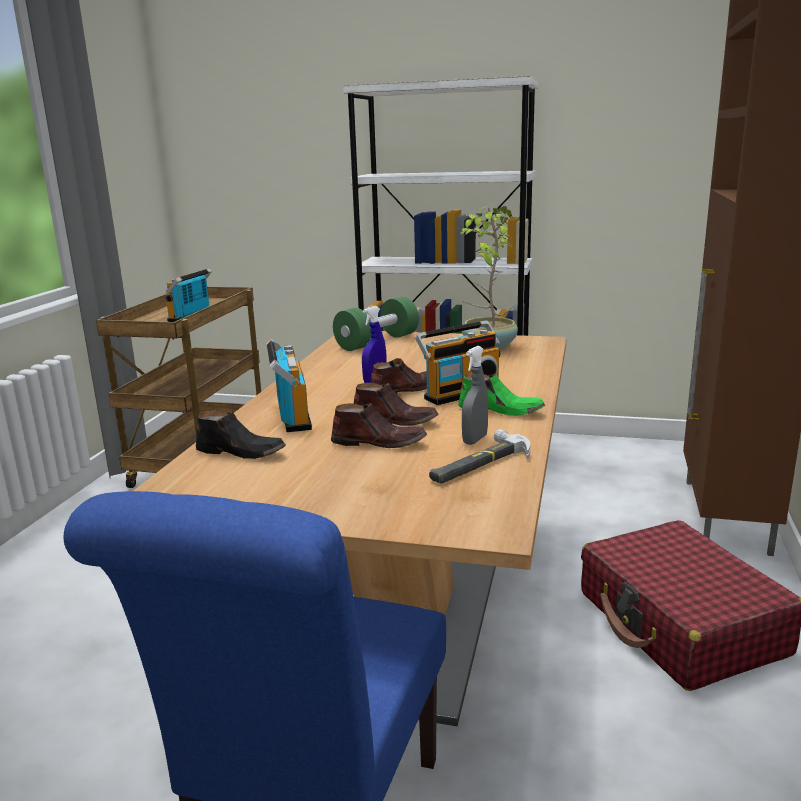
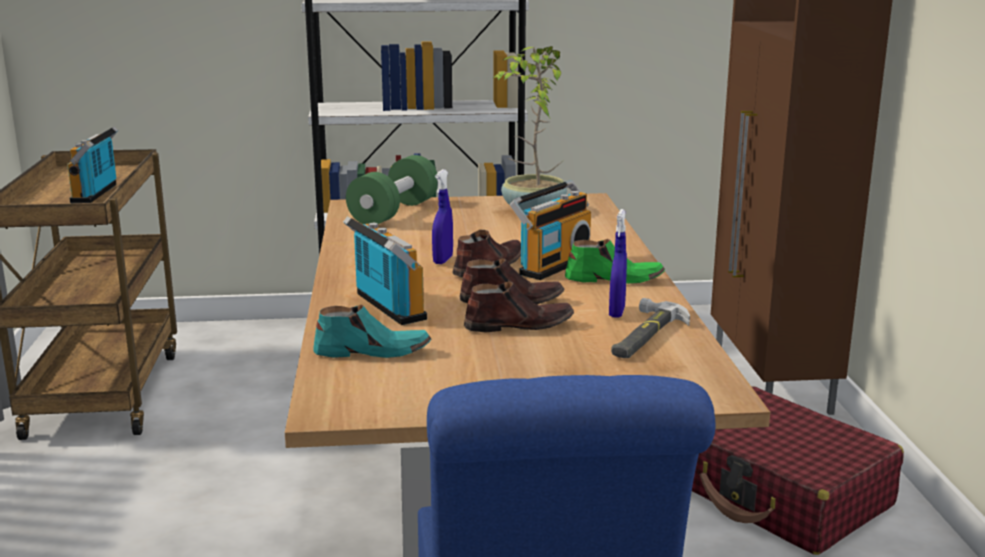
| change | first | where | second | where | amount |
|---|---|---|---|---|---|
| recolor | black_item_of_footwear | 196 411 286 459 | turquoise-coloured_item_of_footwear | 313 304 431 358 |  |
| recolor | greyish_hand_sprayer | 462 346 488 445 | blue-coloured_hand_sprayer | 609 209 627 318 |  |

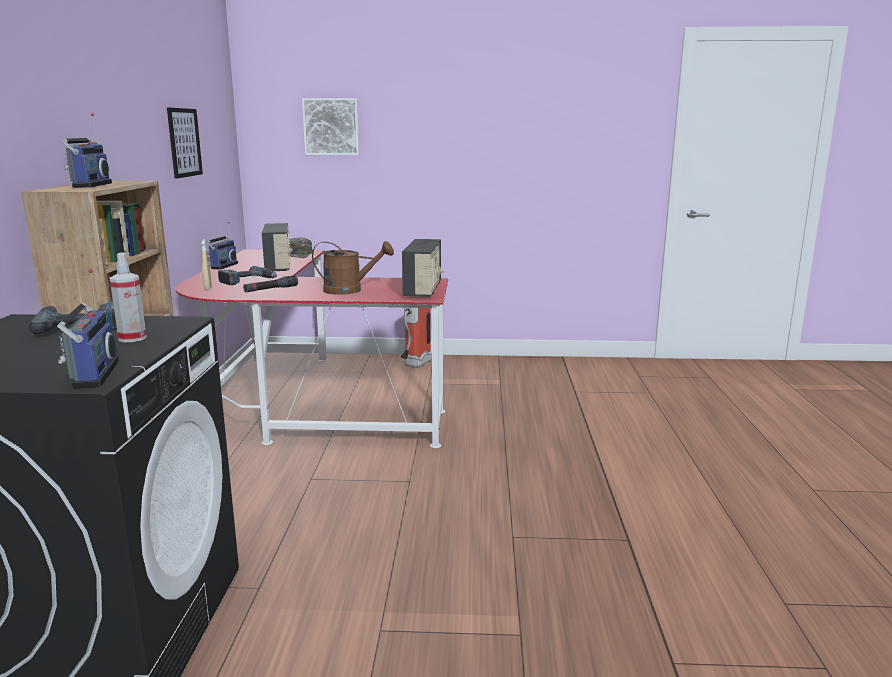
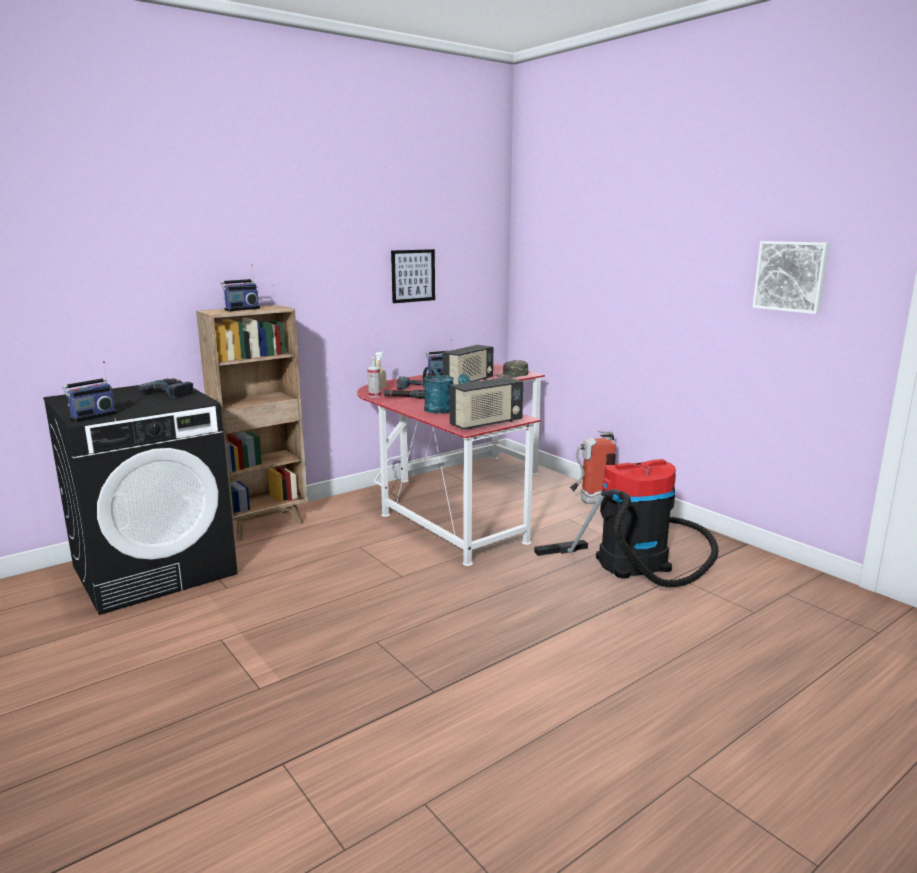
| change | first | where | second | where | amount |
|---|---|---|---|---|---|
| insert |  |  | hoover | 534 459 719 587 |  |
| move | hand_sprayer | 109 253 147 342 |  | 368 357 381 398 |  |
| move | wall_art | 302 98 360 155 |  | 752 241 830 314 |  |
| recolor | brown-coloured_watering_can | 312 241 394 295 | turquoise-coloured_watering_can | 423 367 470 414 |  |

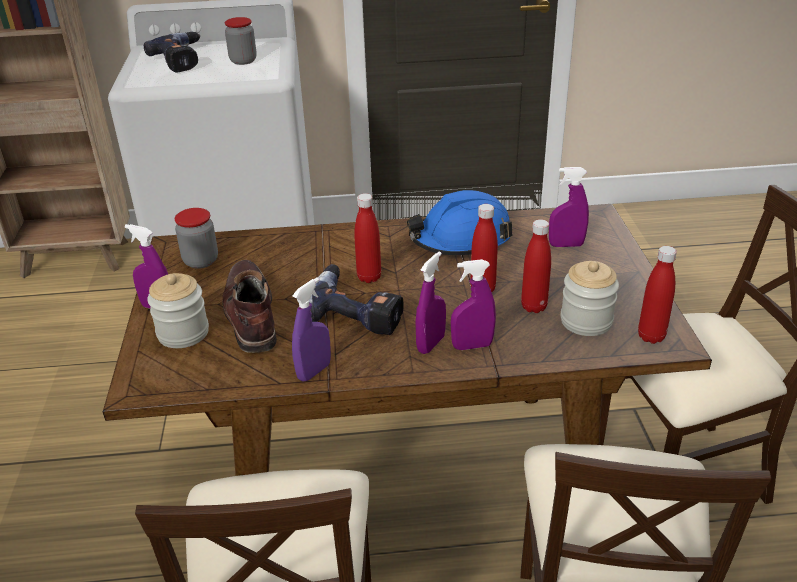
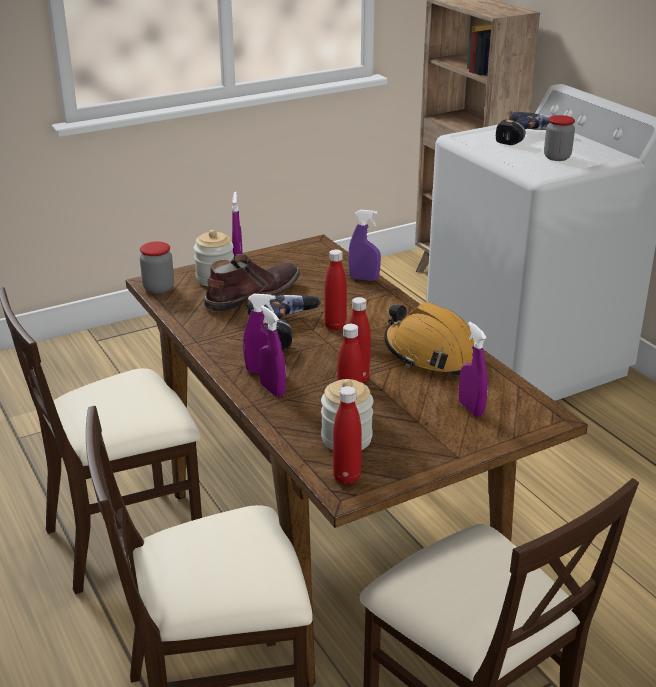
| change | first | where | second | where | amount |
|---|---|---|---|---|---|
| move | jar | 175 208 218 269 |  | 140 241 174 294 |  |
| move | purple-coloured_hand_sprayer | 292 278 331 382 |  | 348 210 381 281 |  |
| recolor | blue-coloured_work_helmet | 407 190 512 255 | orangey_work_helmet | 384 302 474 376 |  |

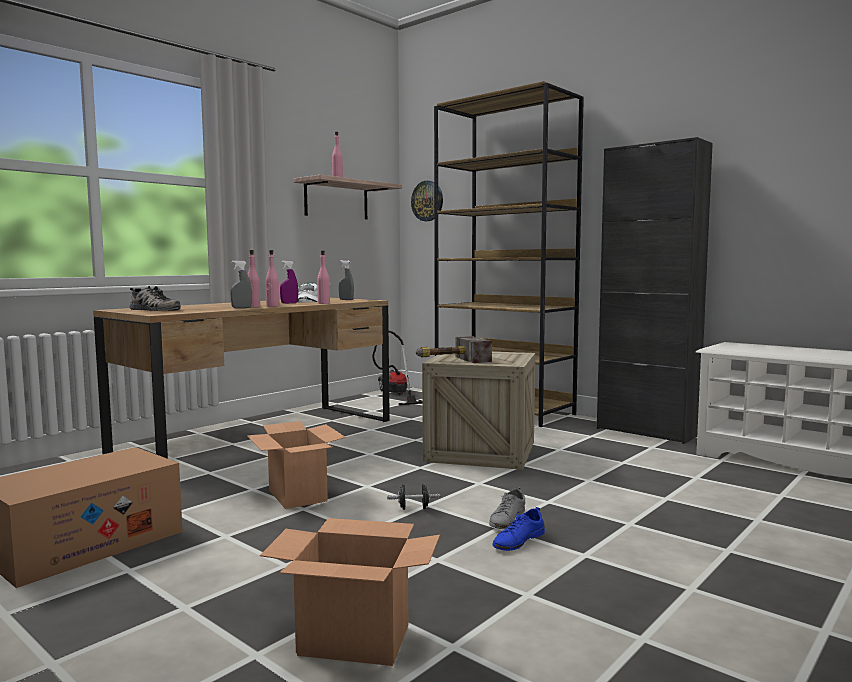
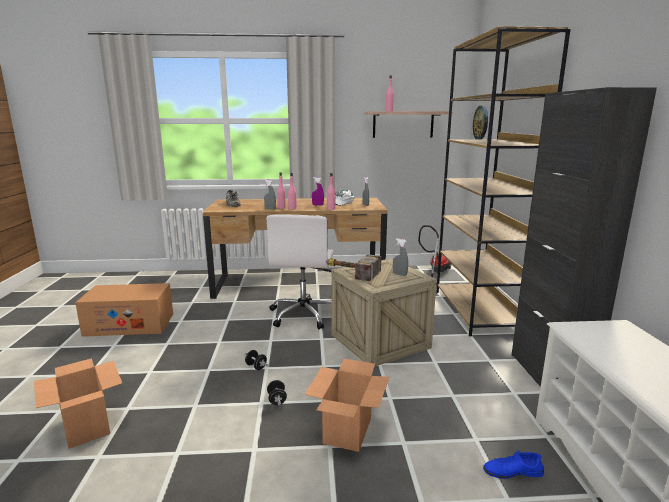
| change | first | where | second | where | amount |
|---|---|---|---|---|---|
| insert |  |  | white_office_chair | 266 214 334 330 |  |
| insert |  |  | greyish_hand_sprayer | 393 238 408 276 |  |
| move | carton | 247 421 346 509 |  | 304 359 389 452 |  |
| move | blue-coloured_item_of_footwear | 492 507 545 551 |  | 483 450 544 479 |  |
| replace | greyish_item_of_footwear | 489 487 525 529 | black_free_weight | 267 380 287 405 |  |

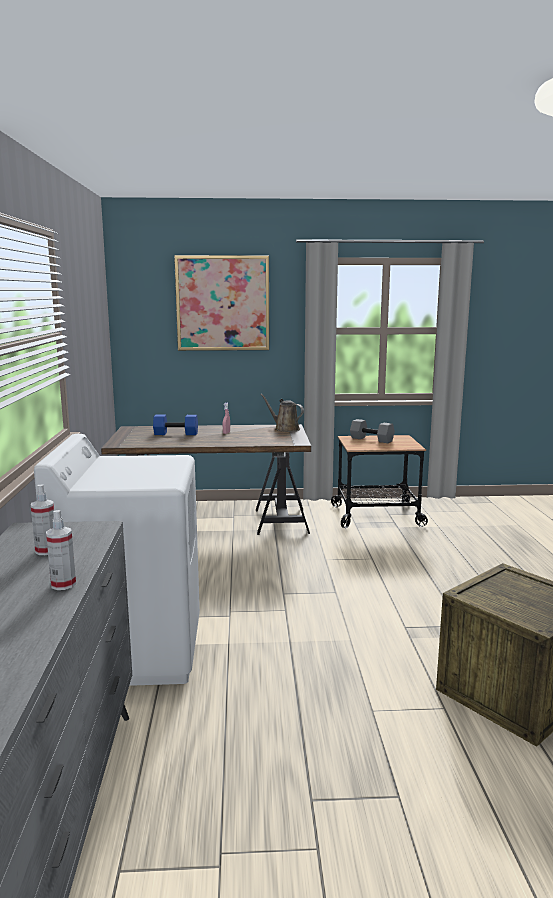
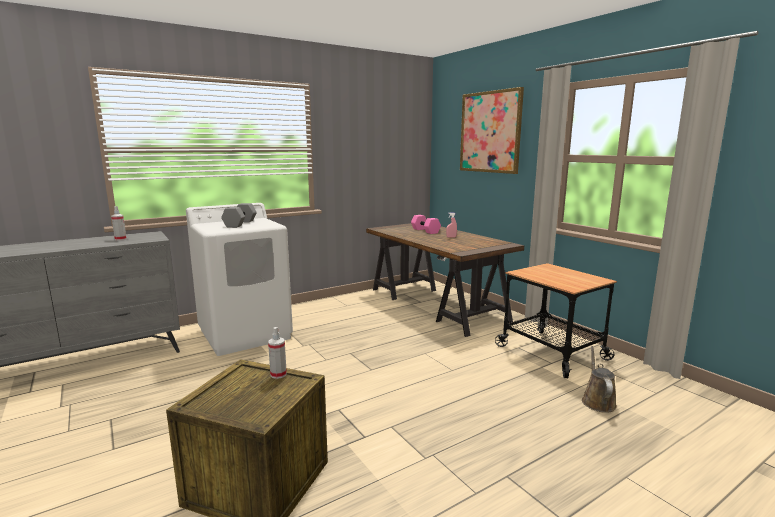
| change | first | where | second | where | amount |
|---|---|---|---|---|---|
| move | hand_sprayer | 46 510 76 590 |  | 268 327 287 379 |  |
| move | brown-coloured_watering_can | 260 394 304 432 |  | 582 346 617 413 |  |
| move | greyish_free_weight | 350 419 395 443 |  | 221 203 257 228 |  |
| recolor | blue-coloured_free_weight | 153 415 198 435 | pinkish_free_weight | 411 215 441 234 |  |

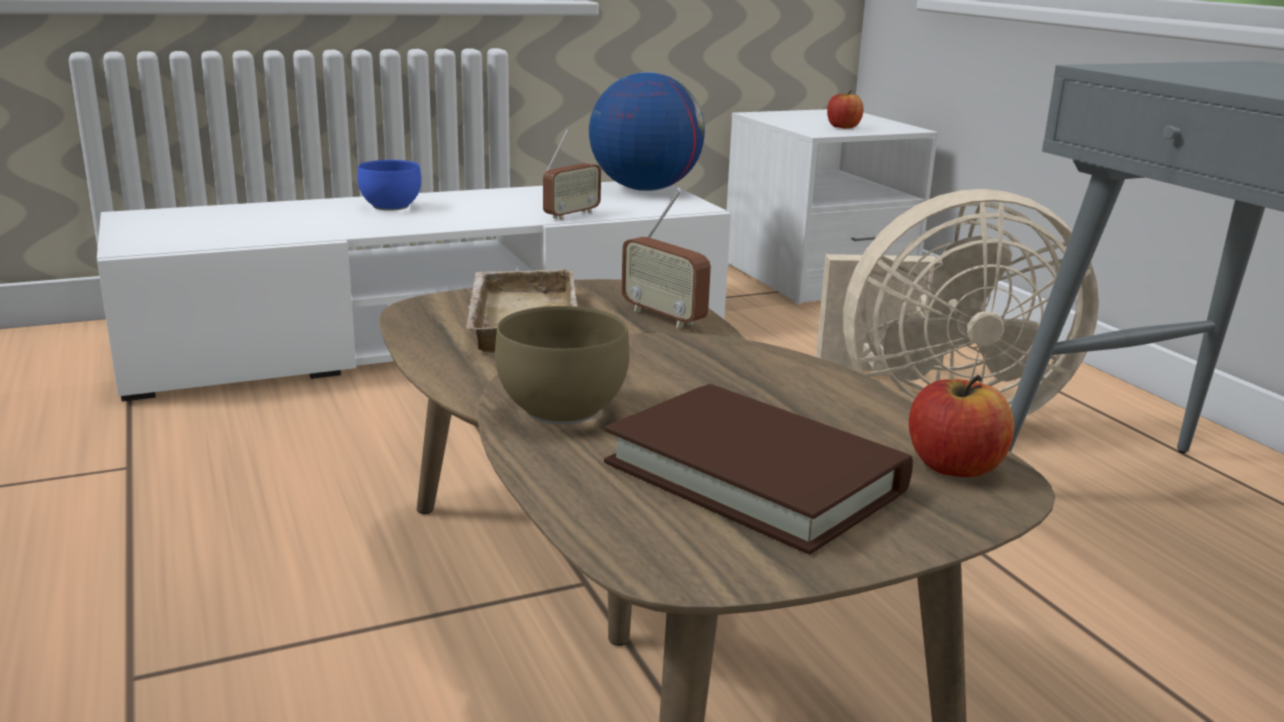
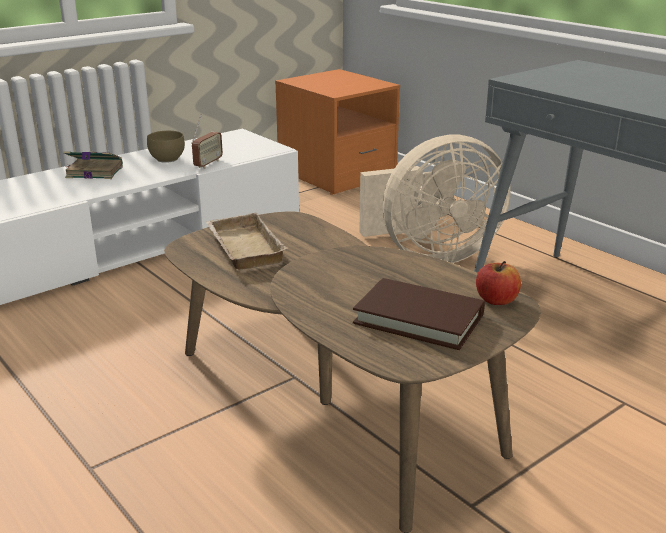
| change | first | where | second | where | amount |
|---|---|---|---|---|---|
| delete | desk_globe | 589 72 705 191 |  |  |  |
| delete | radio_set | 621 190 711 328 |  |  |  |
| delete | apple_fruit | 827 90 864 129 |  |  |  |
| move | brown-coloured_bowl | 495 306 630 424 |  | 147 131 185 163 |  |
| replace | blue-coloured_bowl | 358 160 421 211 | volume | 63 151 123 179 |  |
| recolor | white_bedside_table | 727 109 938 304 | orangey_bedside_table | 275 69 400 195 |  |

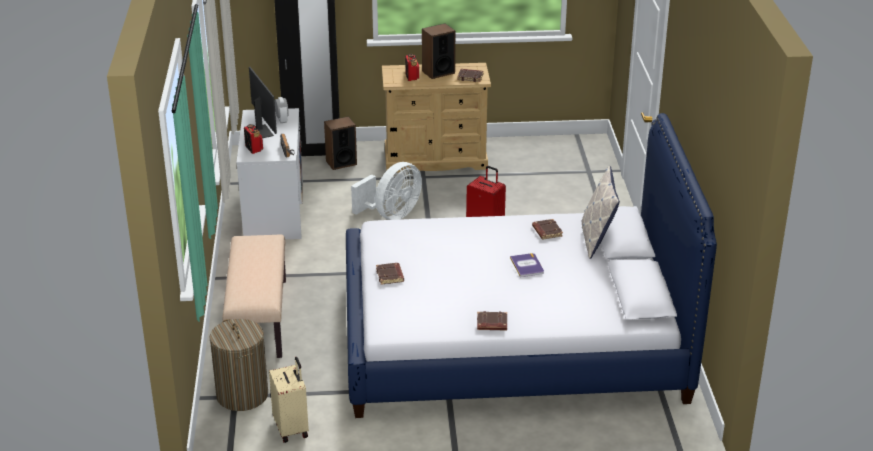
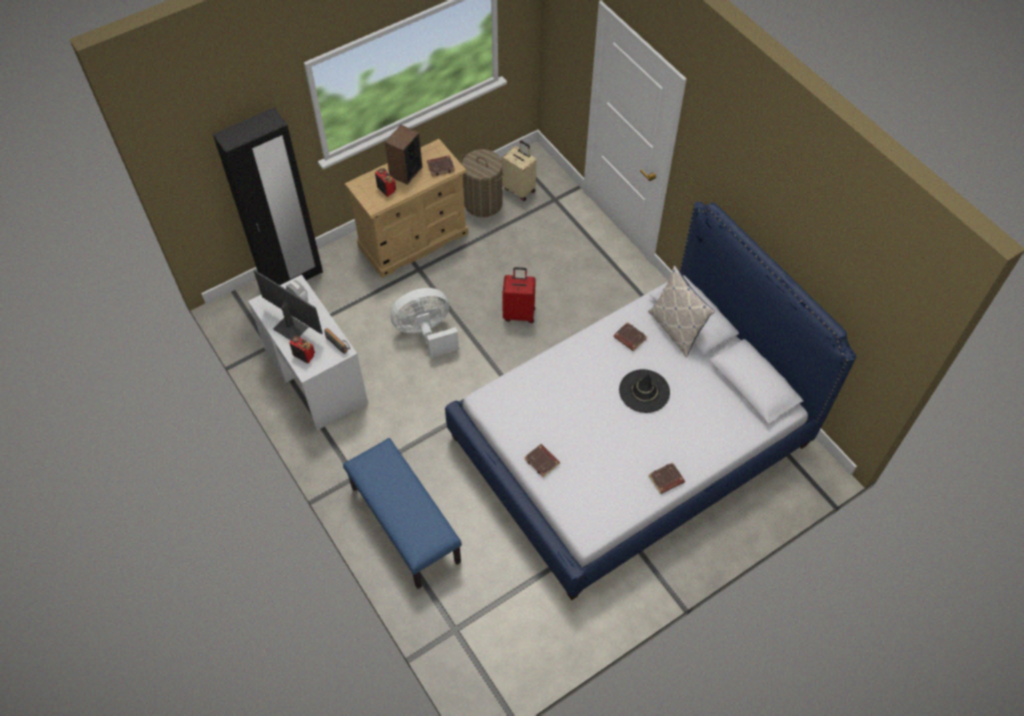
| change | first | where | second | where | amount |
|---|---|---|---|---|---|
| delete | loudspeaker | 324 116 357 170 |  |  |  |
| move | washing_basket | 209 319 268 411 |  | 460 149 504 217 |  |
| move | beige-coloured_travel_case | 269 357 309 443 |  | 502 141 537 201 |  |
| replace | volume | 510 253 544 277 | black_clothing_hat | 619 369 670 413 |  |
| recolor | beige-coloured_indoor_bench | 222 235 286 358 | blue-coloured_indoor_bench | 343 438 462 589 |  |
| rotate | white_cooling_fan | 351 162 422 220 |  | 390 288 459 358 | 120 degrees counterclockwise |

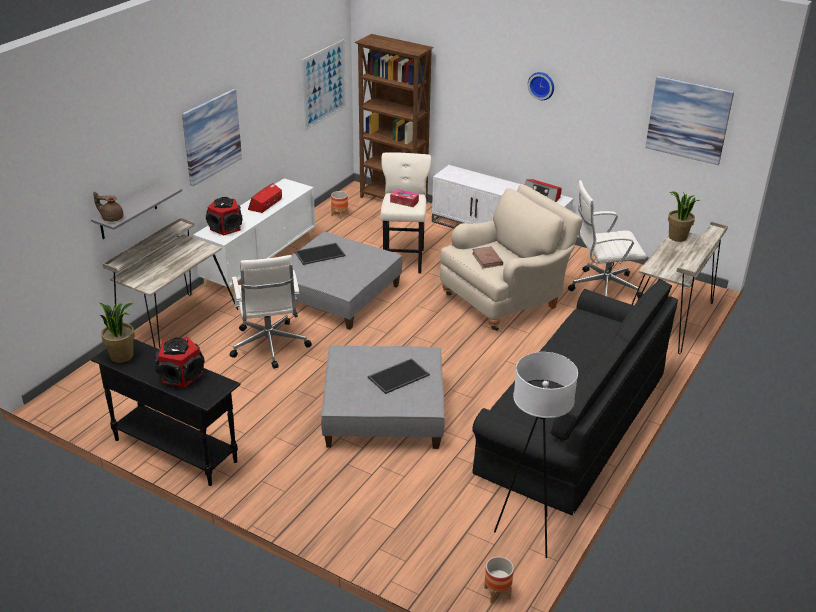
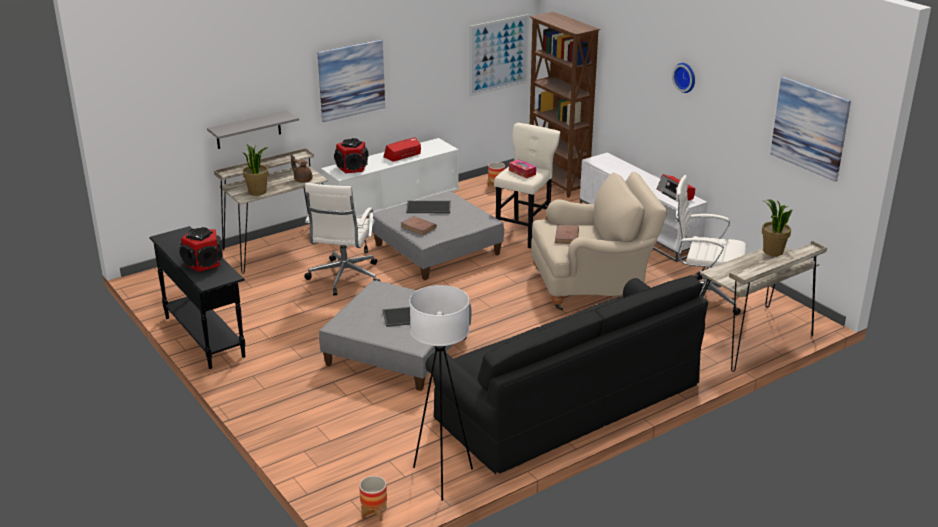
| change | first | where | second | where | amount |
|---|---|---|---|---|---|
| insert |  |  | brown-coloured_volume | 401 216 437 235 |  |
| move | brown-coloured_teapot | 93 192 124 222 |  | 291 155 313 183 |  |
| move | houseplant | 99 302 135 363 |  | 243 145 269 196 |  |

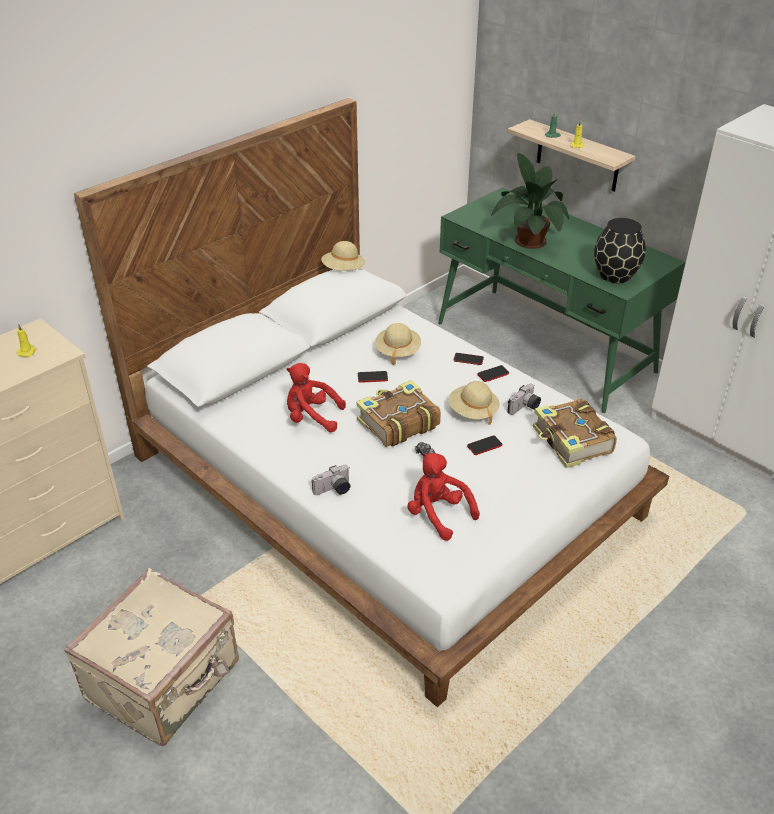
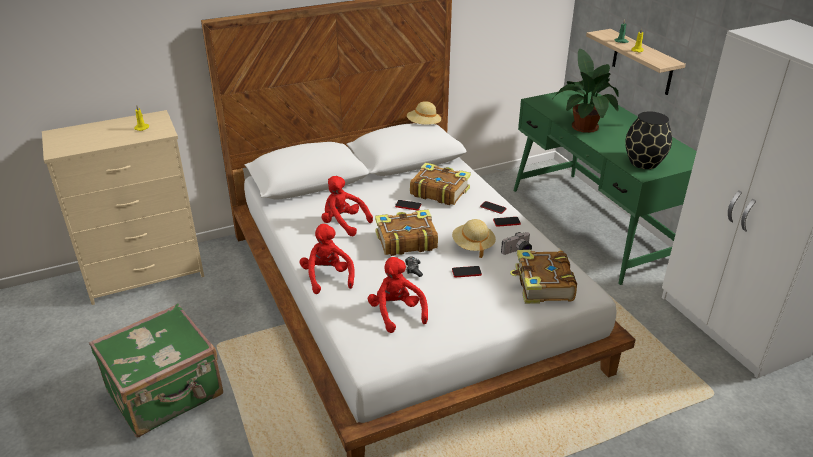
| change | first | where | second | where | amount |
|---|---|---|---|---|---|
| replace | still_camera | 312 465 350 495 | red_plush_toy | 300 224 354 294 |  |
| replace | beige-coloured_clothing_hat | 375 323 421 365 | volume | 410 163 471 205 |  |
| recolor | beige-coloured_travel_case | 64 568 239 747 | greenish_travel_case | 89 303 223 438 |  |

